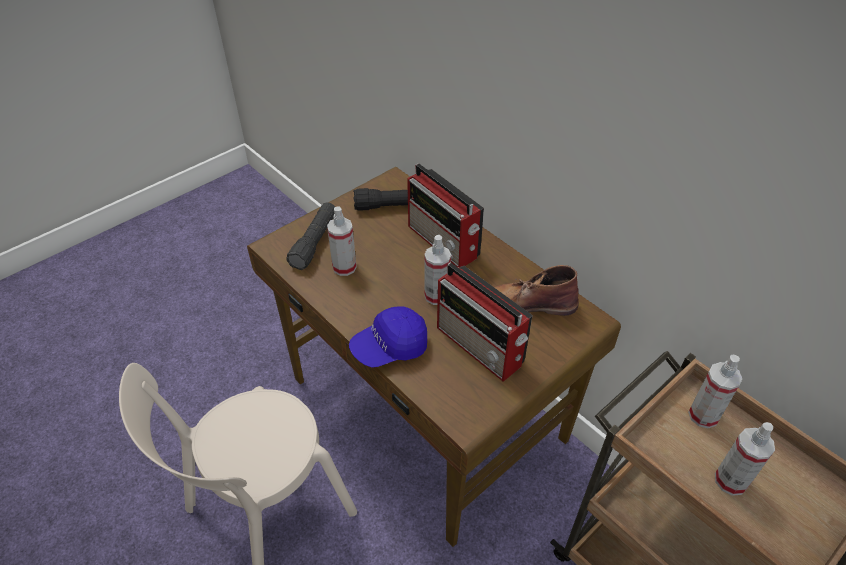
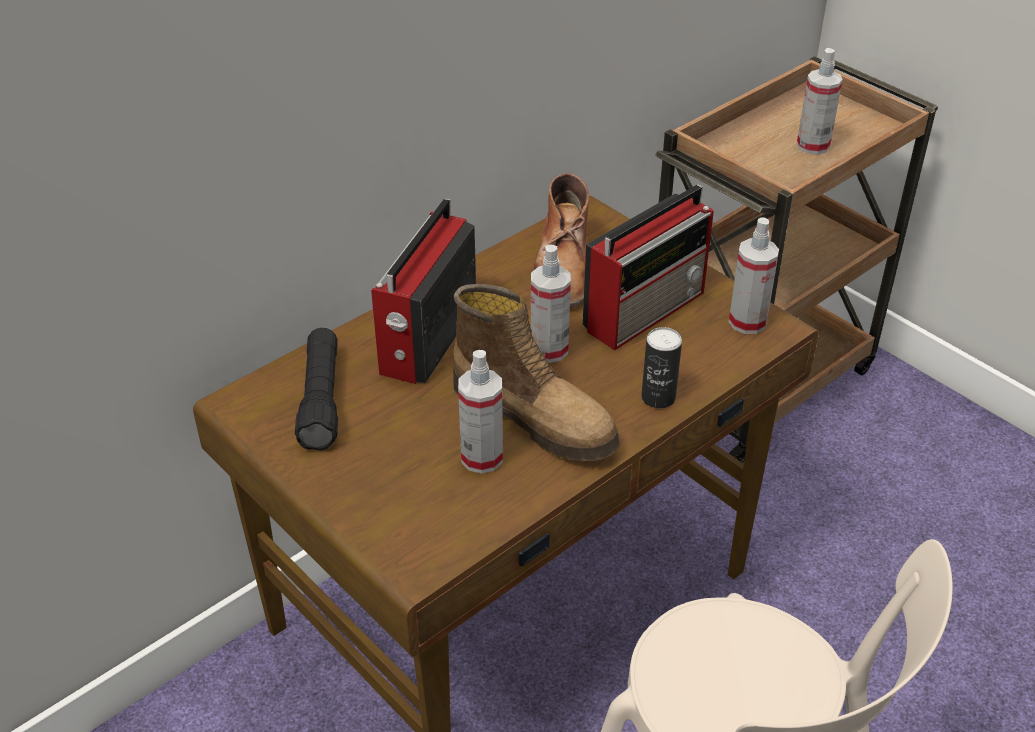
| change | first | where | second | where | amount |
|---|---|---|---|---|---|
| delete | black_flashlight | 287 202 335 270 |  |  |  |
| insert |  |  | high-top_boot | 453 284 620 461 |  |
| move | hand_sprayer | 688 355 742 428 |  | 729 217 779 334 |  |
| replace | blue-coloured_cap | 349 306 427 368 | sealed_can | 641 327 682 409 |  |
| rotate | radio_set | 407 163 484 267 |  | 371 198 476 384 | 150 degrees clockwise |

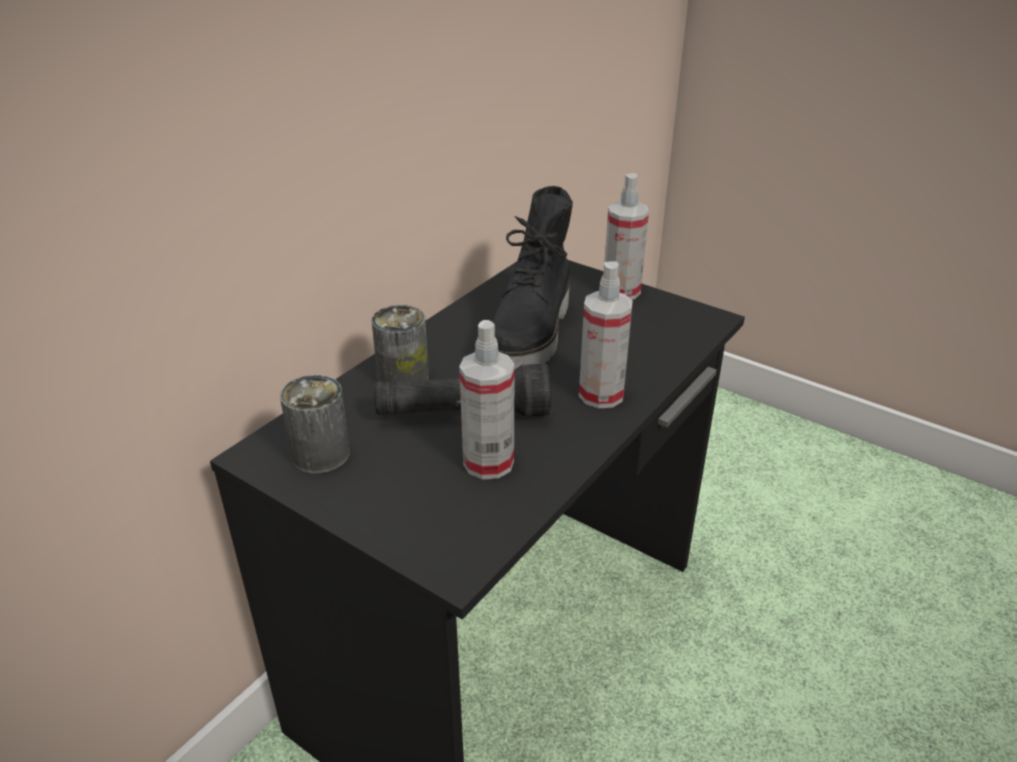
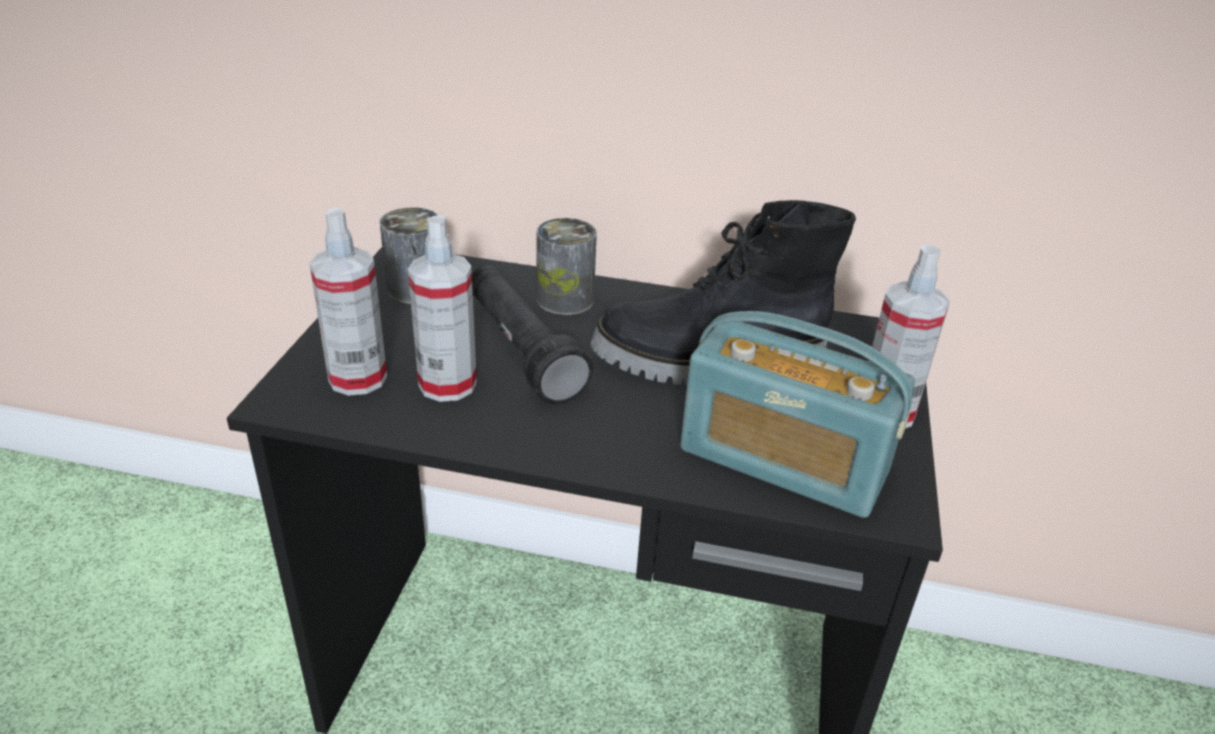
| change | first | where | second | where | amount |
|---|---|---|---|---|---|
| insert |  |  | radio_set | 680 311 915 518 |  |
| move | hand_sprayer | 579 261 633 408 |  | 309 208 387 396 |  |

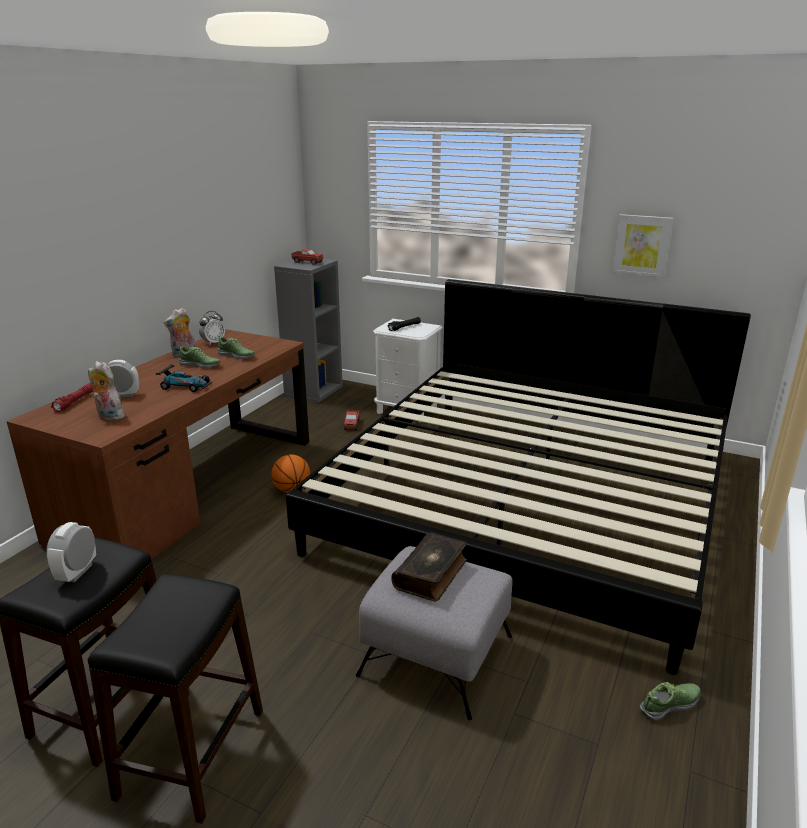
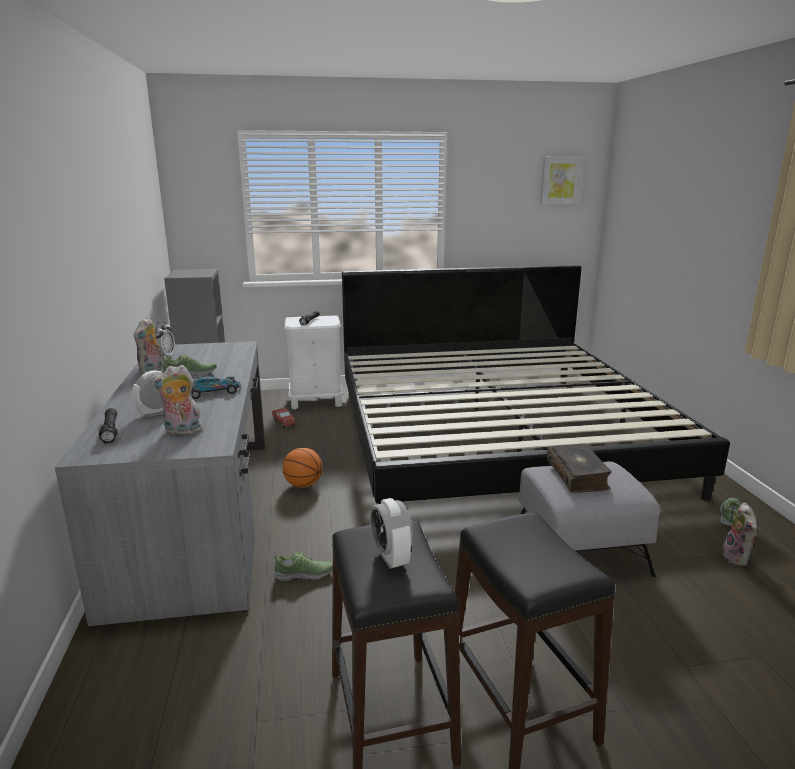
| change | first | where | second | where | amount |
|---|---|---|---|---|---|
| delete | toy_truck | 292 249 323 265 |  |  |  |
| insert |  |  | plush_toy | 723 503 758 566 |  |
| move | item_of_footwear | 217 335 255 359 |  | 273 552 333 581 |  |
| move | wall_art | 612 214 673 278 |  | 540 156 583 205 |  |
| recolor | brown-coloured_desk_table | 6 329 309 560 | greyish_desk_table | 55 341 265 626 |  |
| recolor | red_flashlight | 51 383 93 412 | black_flashlight | 99 408 117 443 |  |

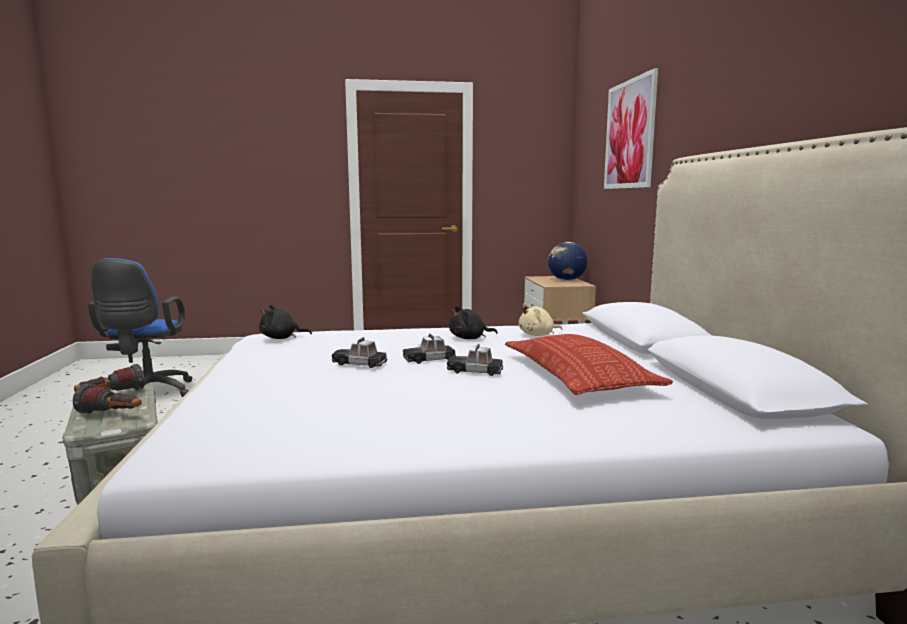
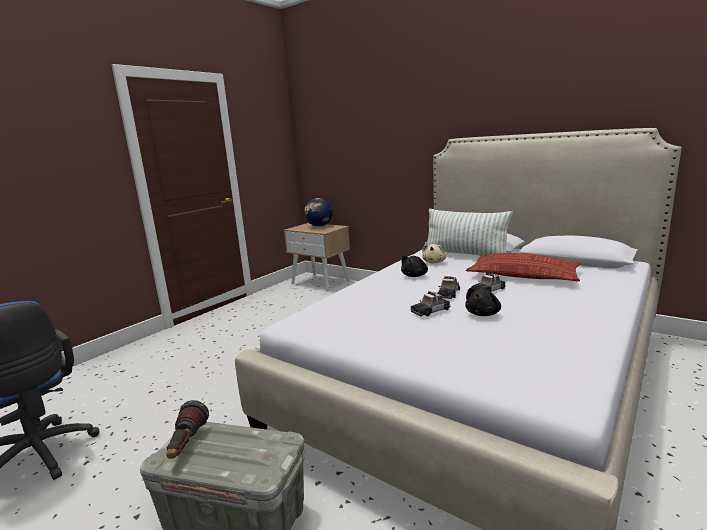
| change | first | where | second | where | amount |
|---|---|---|---|---|---|
| delete | flashlight | 73 384 142 414 |  |  |  |
| delete | wall_art | 604 68 658 189 |  |  |  |
| insert |  |  | cushion | 426 209 513 255 |  |
| move | black_plush_toy | 259 305 312 339 |  | 465 288 501 316 |  |

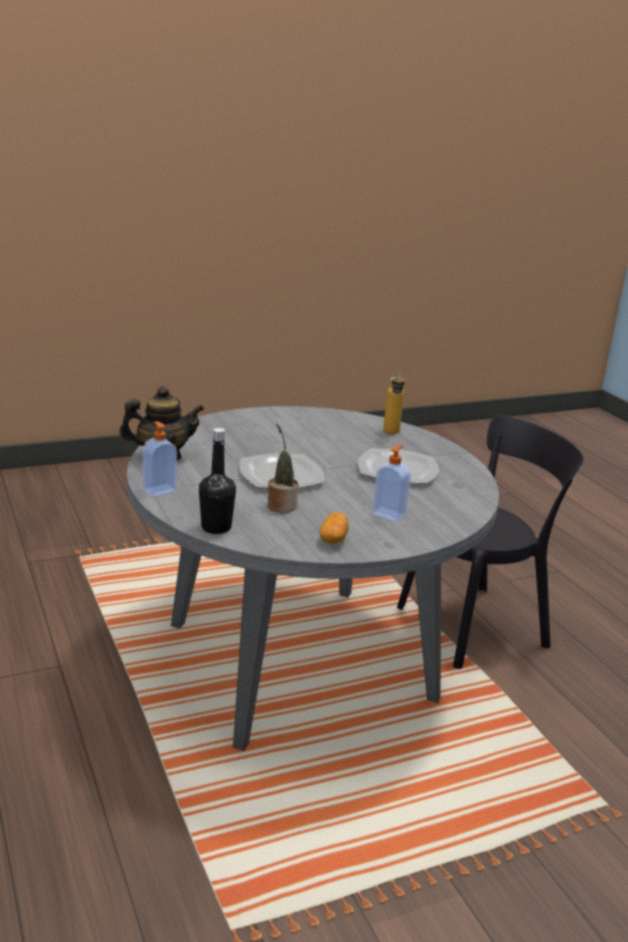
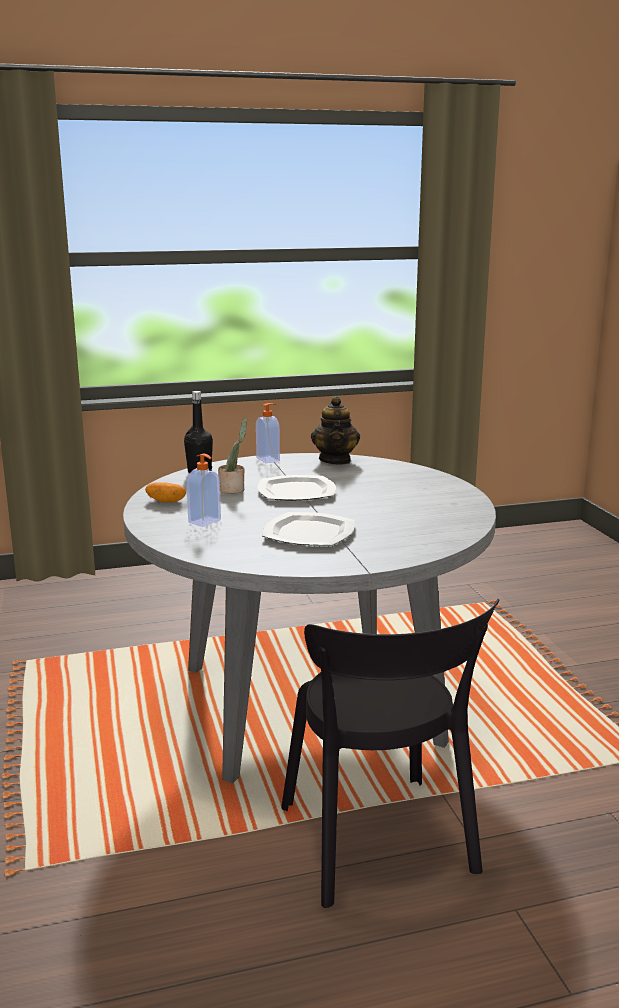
| change | first | where | second | where | amount |
|---|---|---|---|---|---|
| delete | bottle | 383 372 405 434 |  |  |  |

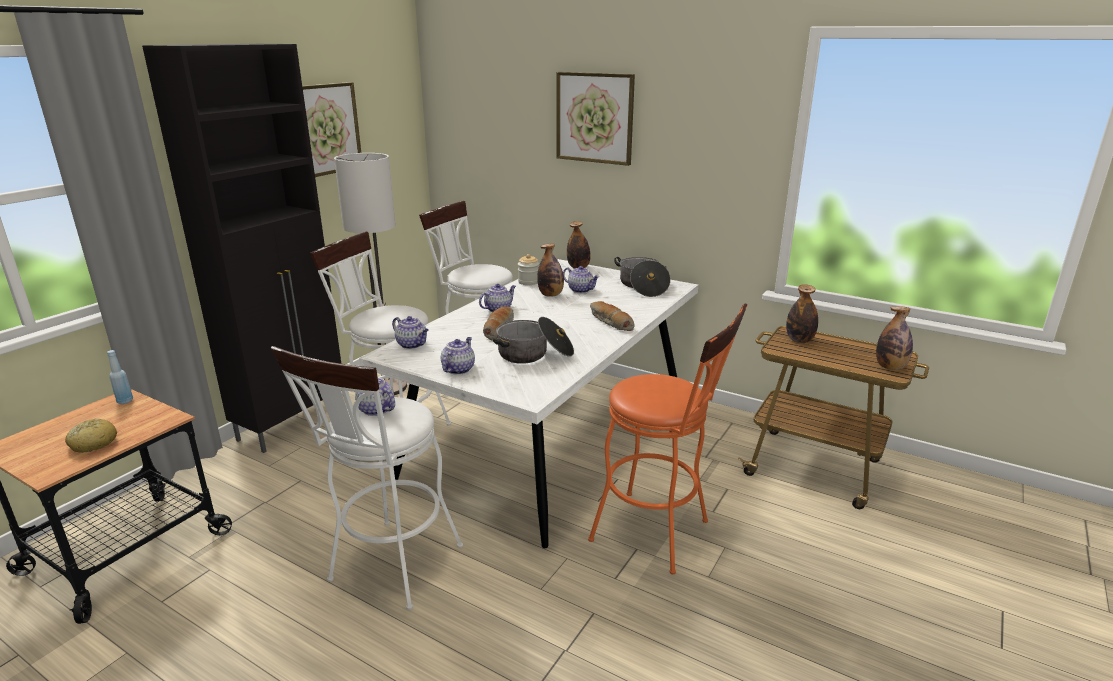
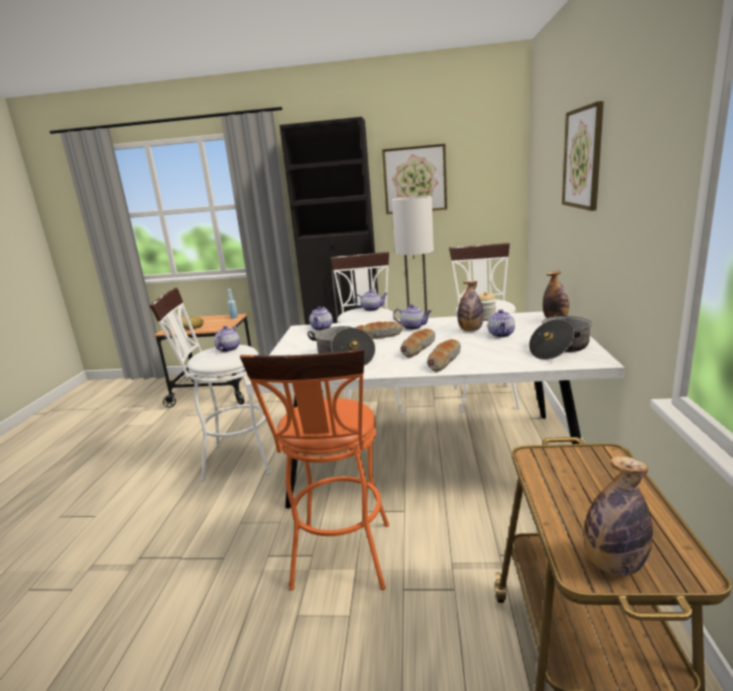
| change | first | where | second | where | amount |
|---|---|---|---|---|---|
| delete | bottle | 786 284 818 343 |  |  |  |
| insert |  |  | bread | 401 329 435 358 |  |
| move | teapot | 441 337 475 375 |  | 354 290 388 311 |  |

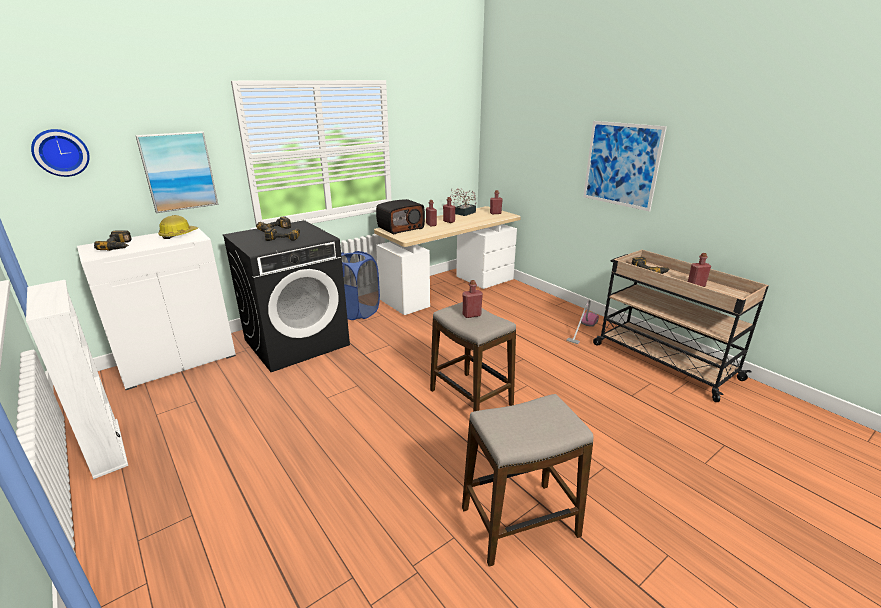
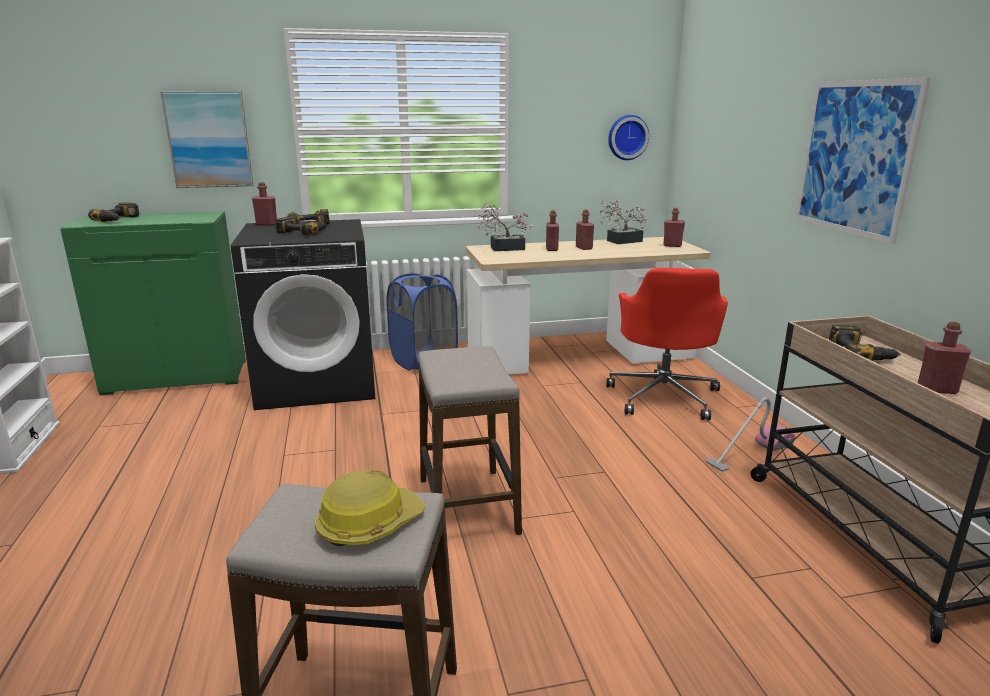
| change | first | where | second | where | amount |
|---|---|---|---|---|---|
| insert |  |  | red_office_chair | 607 268 728 420 |  |
| move | wall_clock | 31 129 90 177 |  | 608 115 649 160 |  |
| move | work_helmet | 158 215 198 239 |  | 315 470 426 547 |  |
| move | red_bottle | 462 280 483 318 |  | 252 182 277 226 |  |
| replace | radio_set | 376 199 425 234 | houseplant | 478 204 533 251 |  |
| recolor | white_cupboard | 77 228 236 390 | greenish_cupboard | 60 211 246 395 |  |

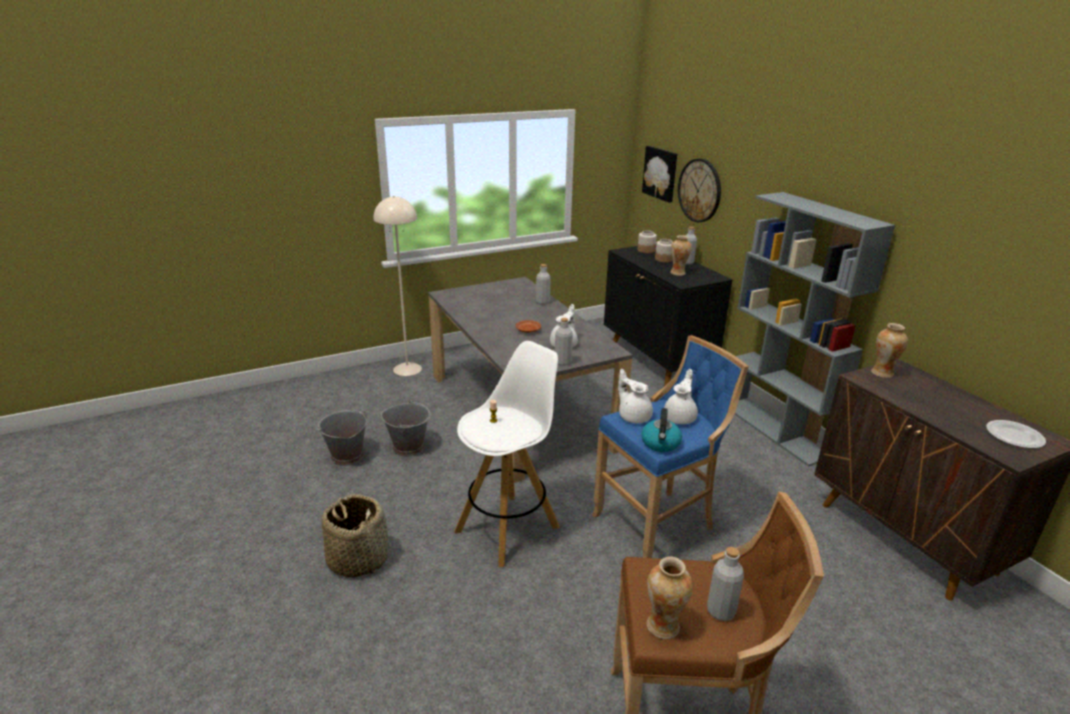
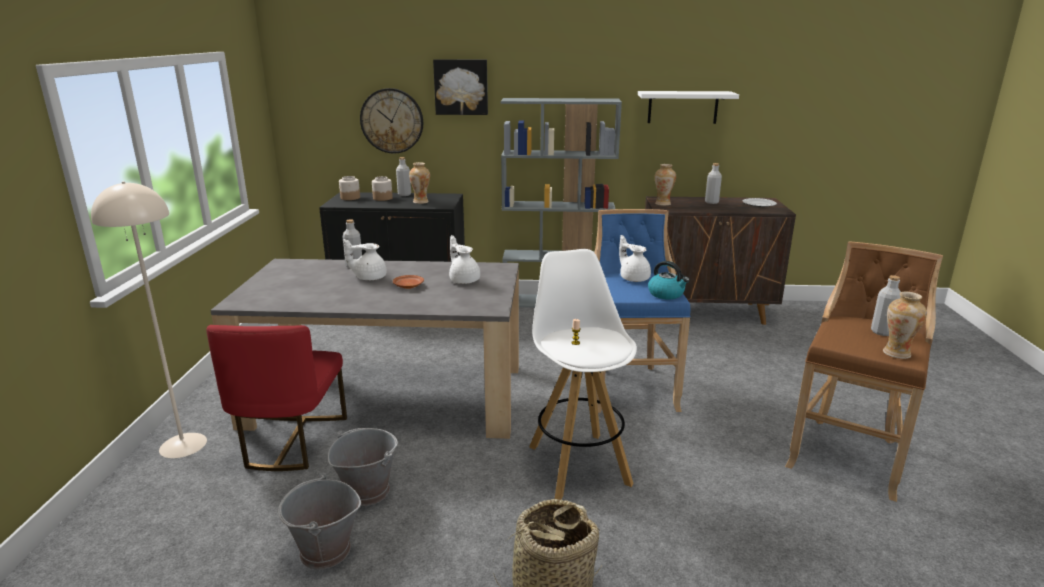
| change | first | where | second | where | amount |
|---|---|---|---|---|---|
| insert |  |  | red_upright_chair | 206 325 347 471 |  |
| insert |  |  | white_shelf | 638 91 739 124 |  |
| move | greyish_bottle | 555 318 573 366 |  | 705 163 722 204 |  |
| move | white_teapot | 618 369 653 423 |  | 344 239 386 280 |  |
| move | wall_art | 642 146 677 203 |  | 433 59 488 115 |  |

